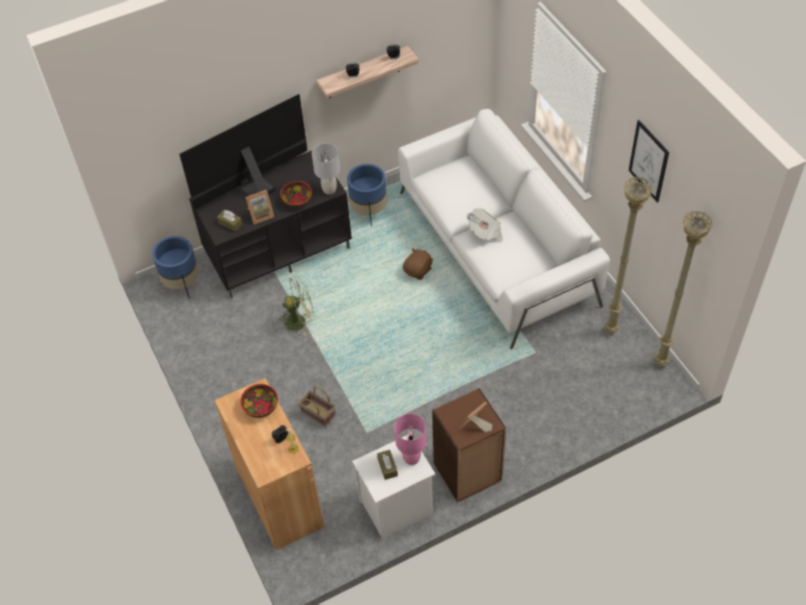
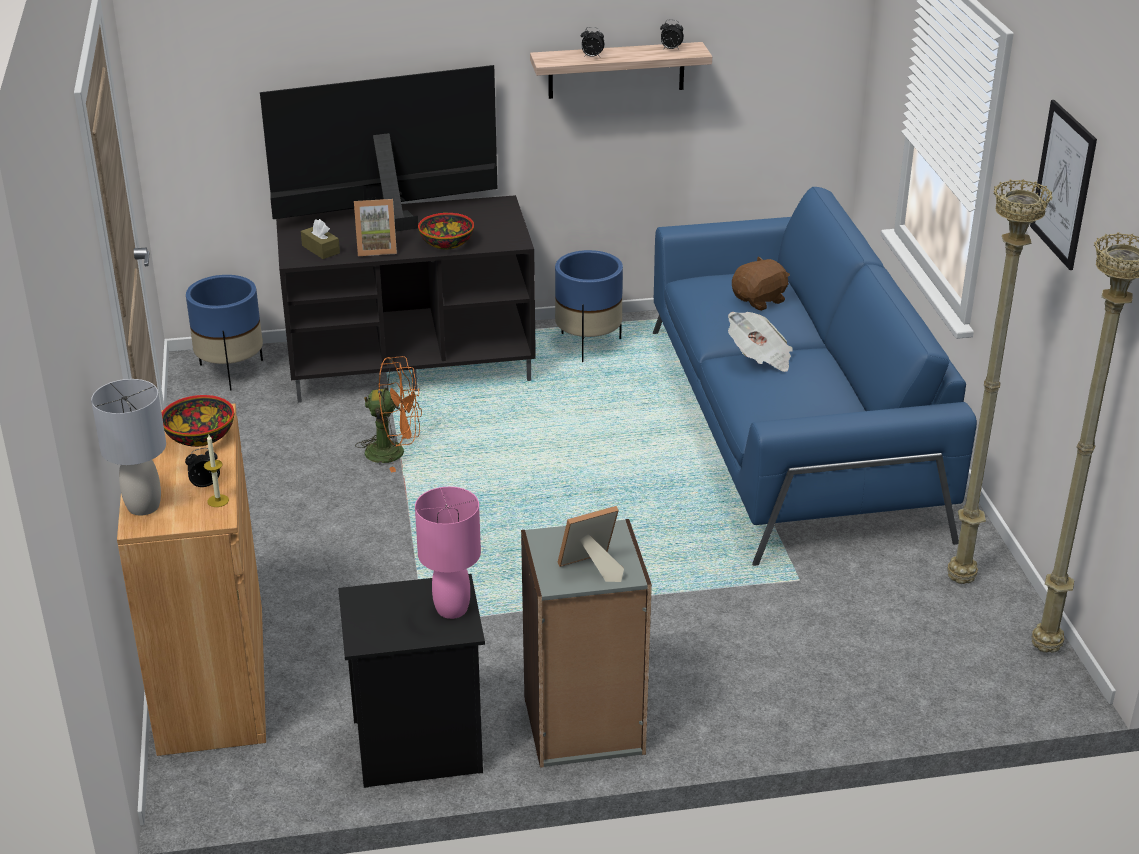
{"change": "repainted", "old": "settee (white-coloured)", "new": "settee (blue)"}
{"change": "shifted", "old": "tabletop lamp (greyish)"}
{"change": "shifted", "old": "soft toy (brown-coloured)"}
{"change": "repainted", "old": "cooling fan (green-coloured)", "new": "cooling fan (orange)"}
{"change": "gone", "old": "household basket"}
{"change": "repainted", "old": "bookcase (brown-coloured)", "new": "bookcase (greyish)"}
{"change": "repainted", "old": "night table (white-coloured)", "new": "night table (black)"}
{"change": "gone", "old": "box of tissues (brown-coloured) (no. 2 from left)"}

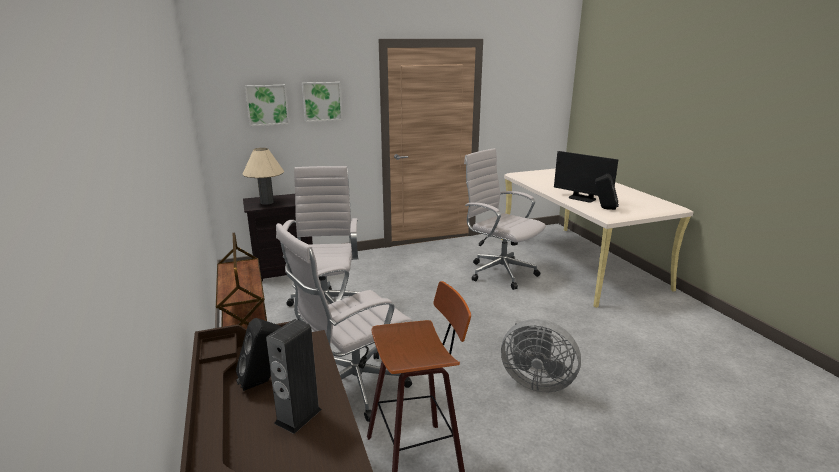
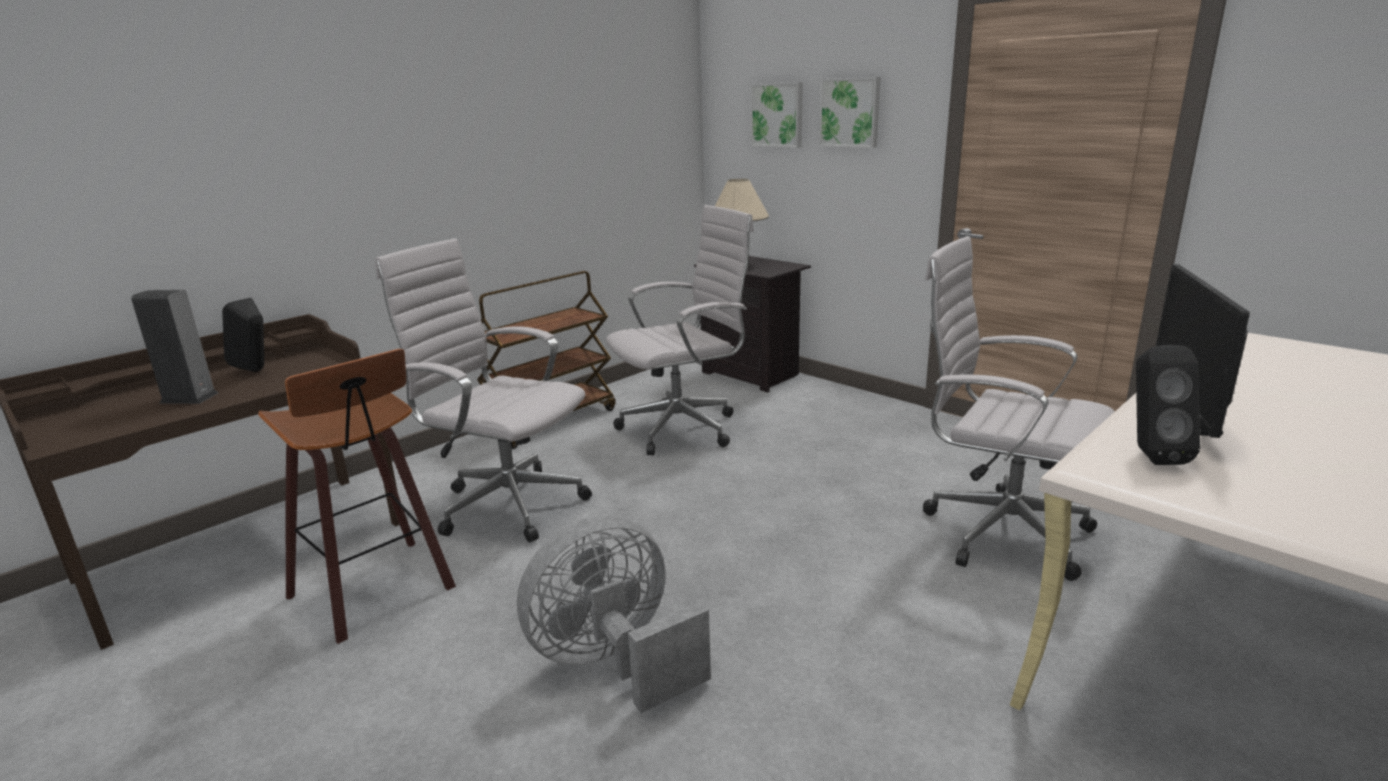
{"change": "rotated", "old": "desk chair (white-coloured) (no. 3 from left)", "degrees": -75}
{"change": "rotated", "old": "cooling fan (greyish)", "degrees": 60}

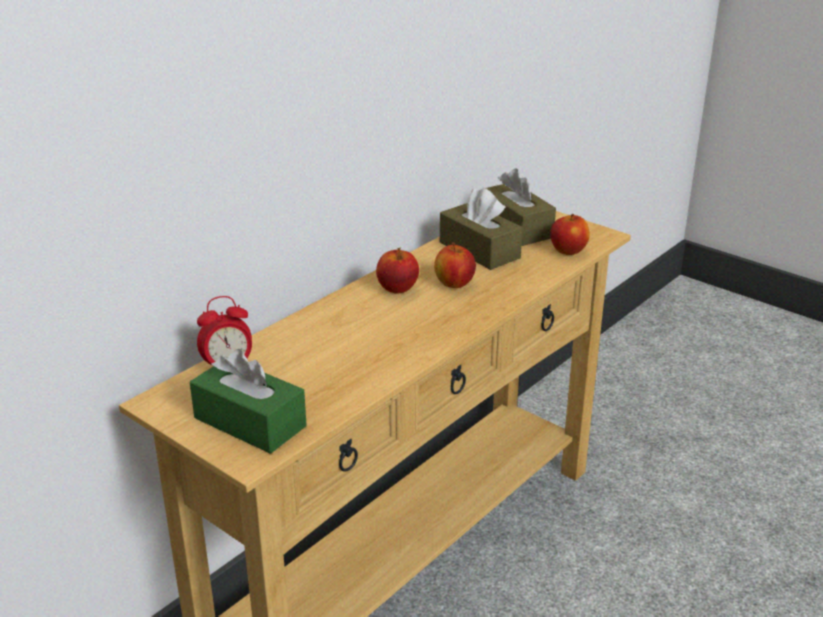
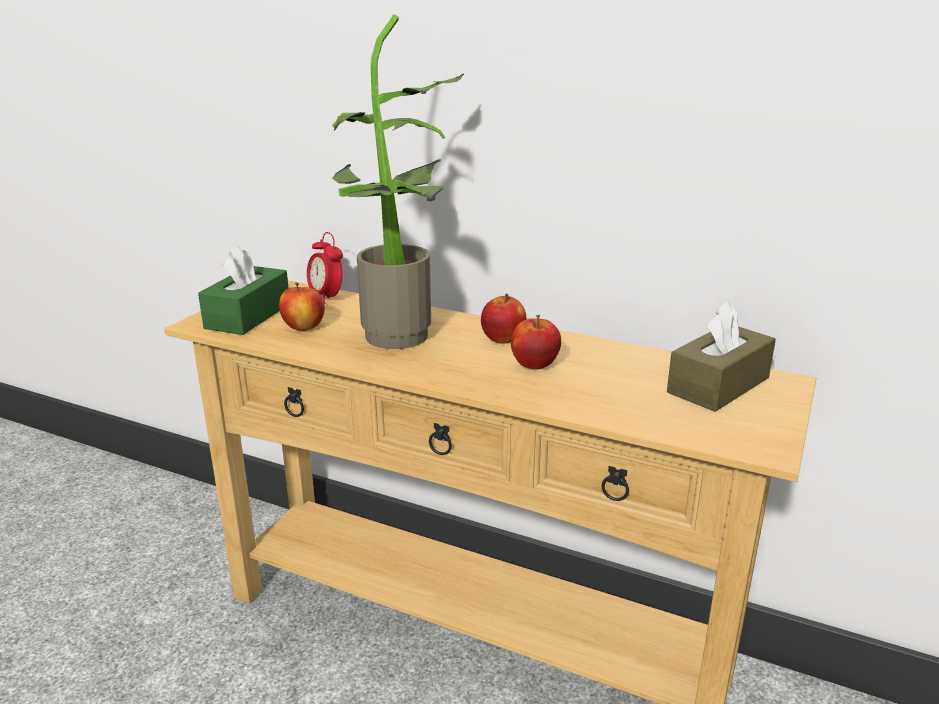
{"change": "gone", "old": "box of tissues (brown-coloured) (no. 1 from left)"}
{"change": "shifted", "old": "apple (no. 3 from left in the first image)", "new": "apple (no. 1 from left)"}
{"change": "new", "new": "potted plant"}

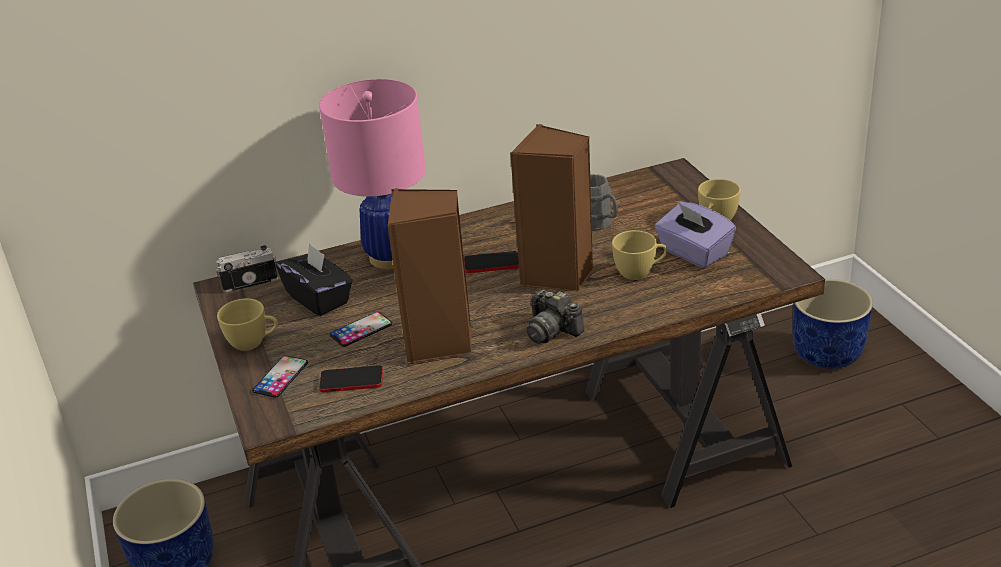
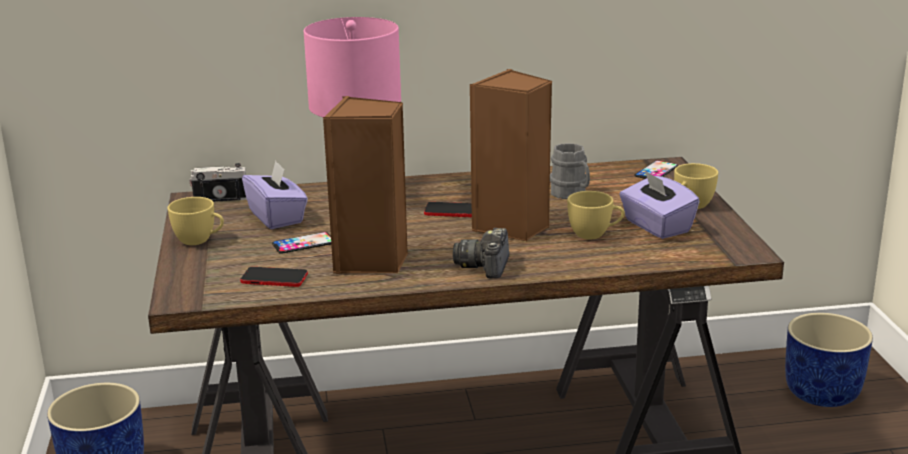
{"change": "repainted", "old": "box of tissues (black)", "new": "box of tissues (purple-coloured) (no. 1 from left)"}
{"change": "rotated", "old": "still camera (no. 2 from left)", "degrees": 45}
{"change": "shifted", "old": "handset (no. 1 from left in the first image)", "new": "handset (no. 4 from left)"}

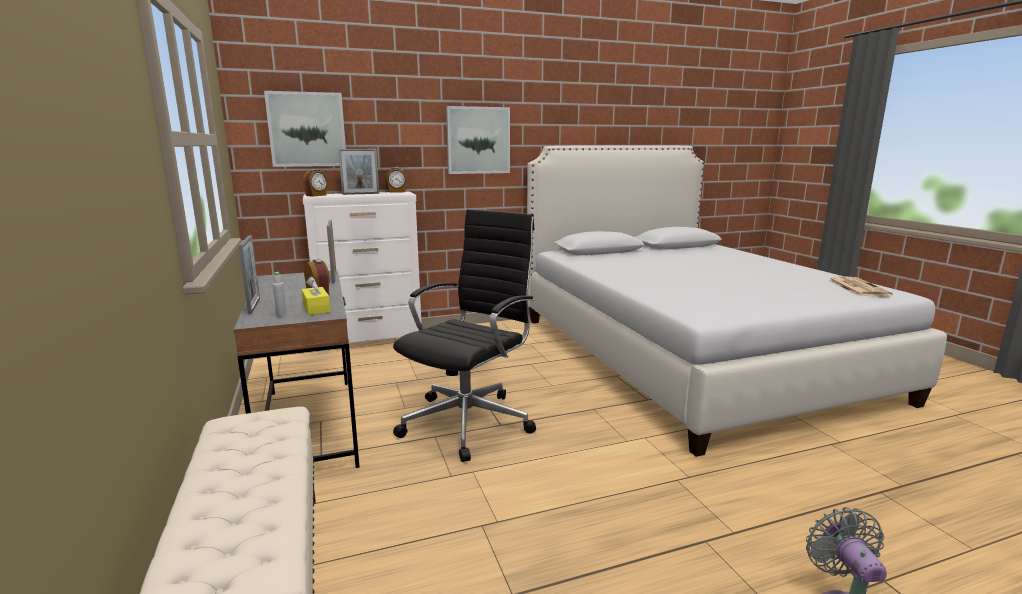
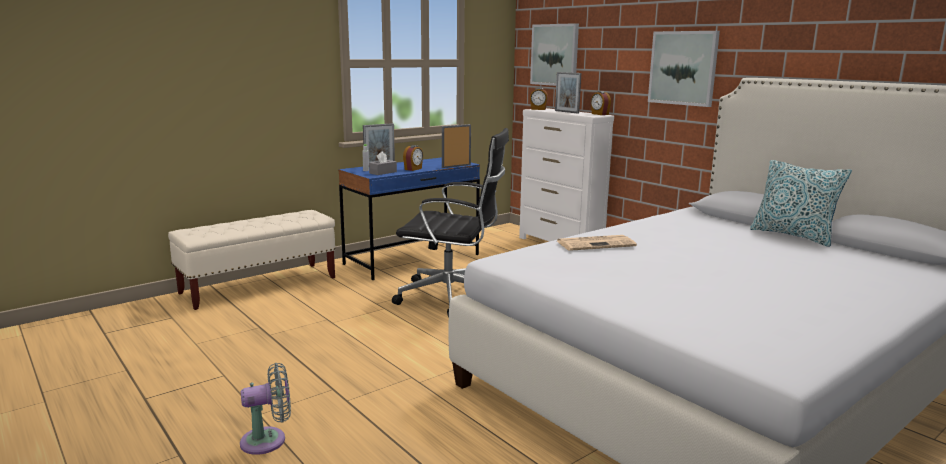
{"change": "repainted", "old": "desk (greyish)", "new": "desk (blue)"}
{"change": "repainted", "old": "box of tissues (yellowish)", "new": "box of tissues (greyish)"}
{"change": "shifted", "old": "daily paper"}
{"change": "new", "new": "cushion"}

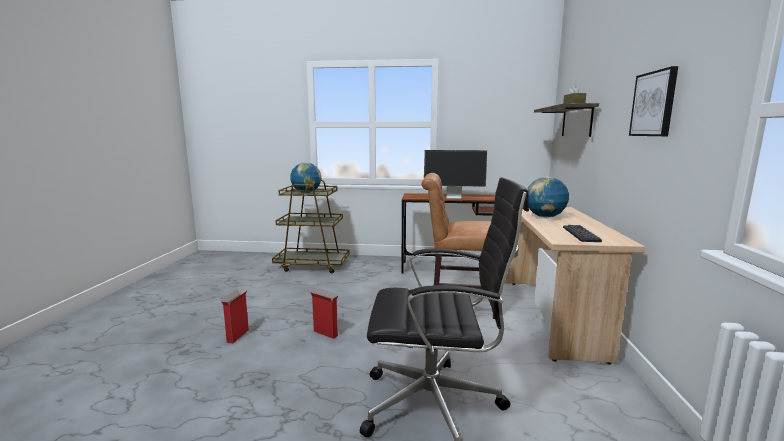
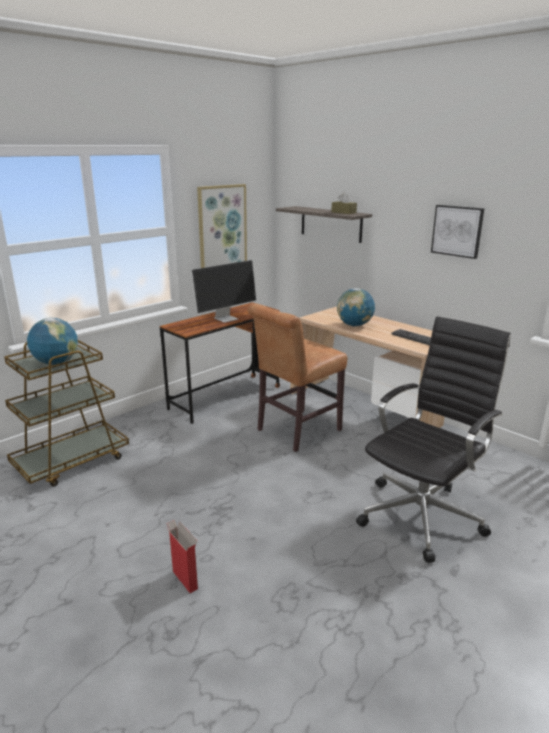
{"change": "gone", "old": "packing box (no. 2 from left)"}
{"change": "new", "new": "wall picture (no. 1 from left)"}

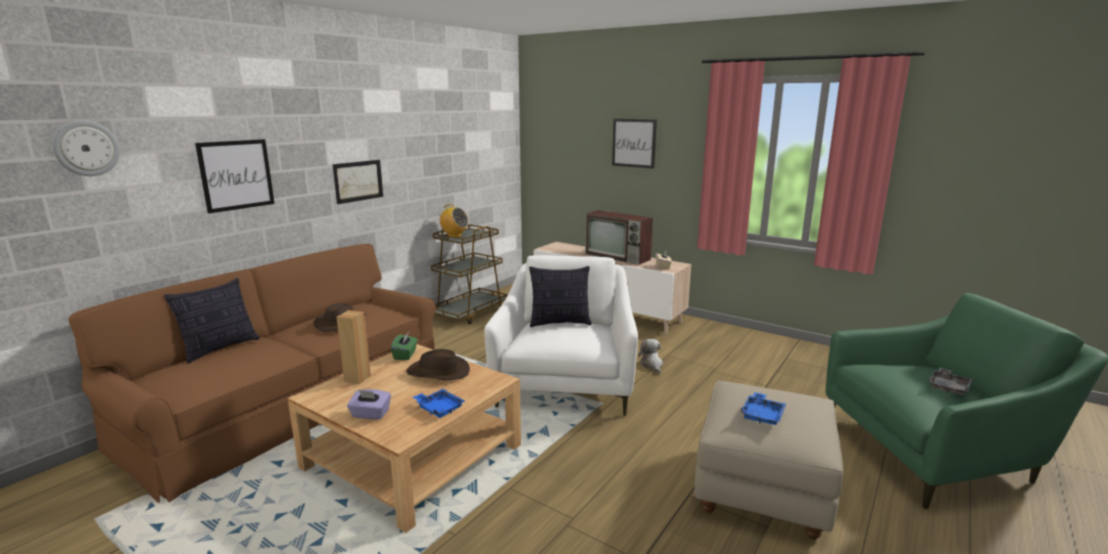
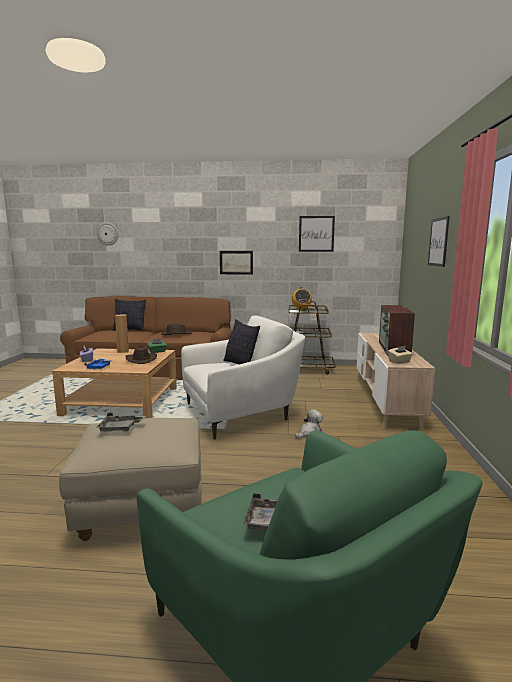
{"change": "shifted", "old": "wall picture (no. 1 from left in the first image)", "new": "wall picture (no. 2 from left)"}
{"change": "repainted", "old": "carrying tray (blue) (no. 2 from left)", "new": "carrying tray (greyish) (no. 1 from left)"}

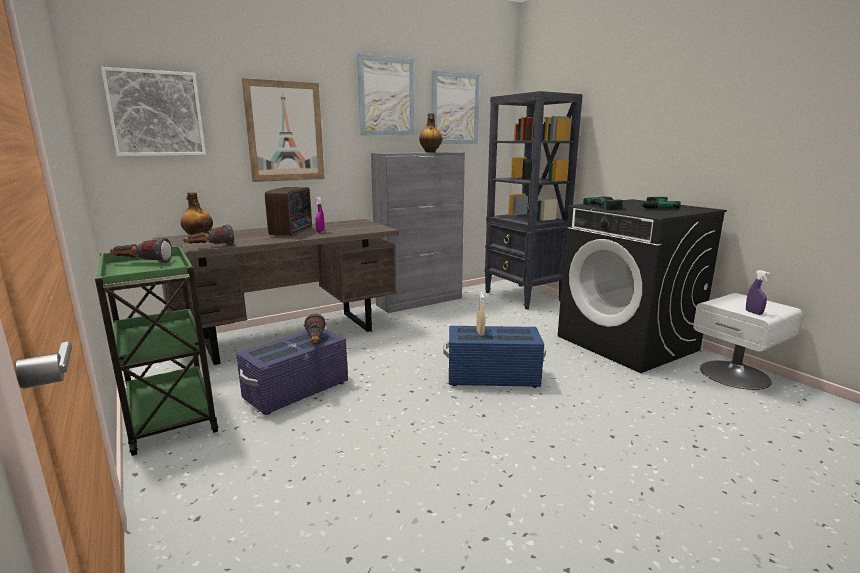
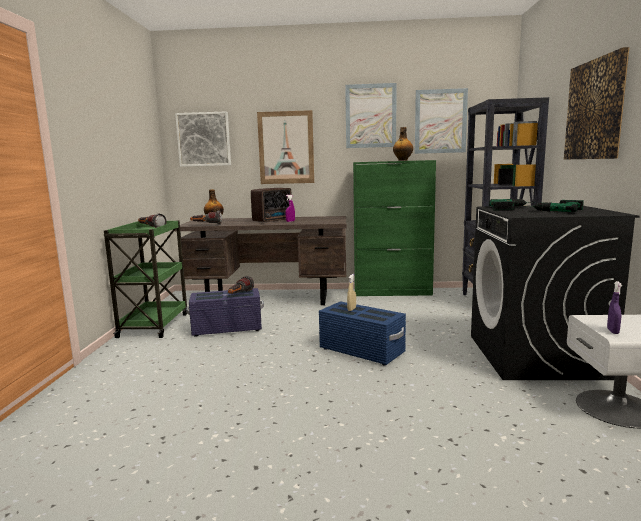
{"change": "repainted", "old": "cabinet (greyish)", "new": "cabinet (green-coloured)"}
{"change": "new", "new": "wall picture (no. 5 from left)"}

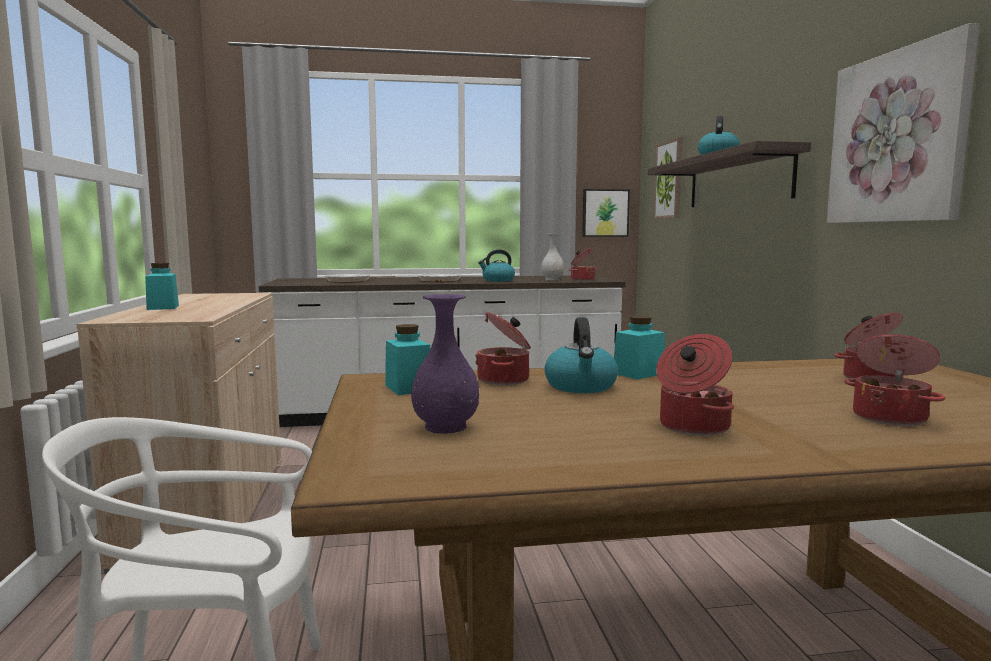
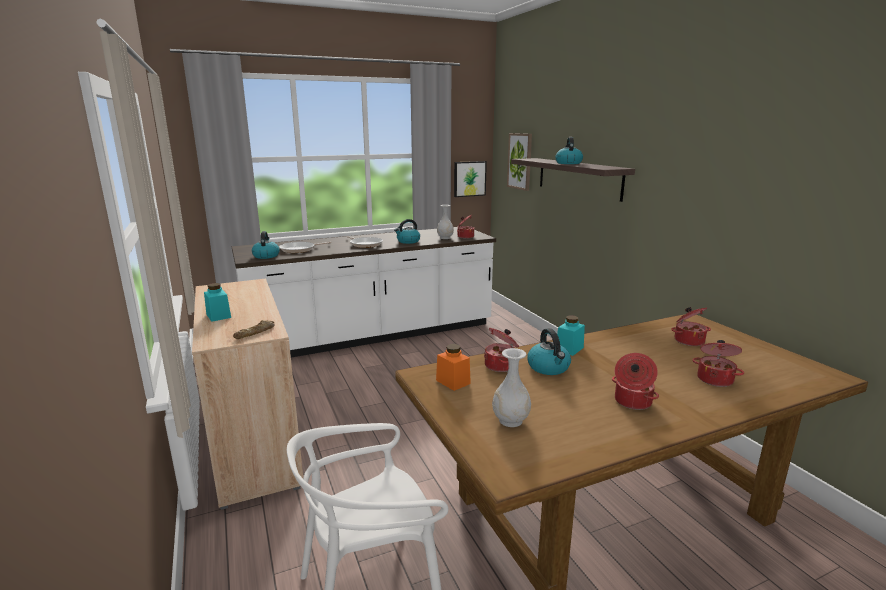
{"change": "gone", "old": "wall picture (no. 3 from left)"}
{"change": "repainted", "old": "flower vase (purple-coloured)", "new": "flower vase (white-coloured) (no. 2 from left)"}
{"change": "repainted", "old": "jar (blue-green) (no. 2 from left)", "new": "jar (orange)"}
{"change": "new", "new": "kettle (no. 1 from left)"}
{"change": "new", "new": "bakery bread"}

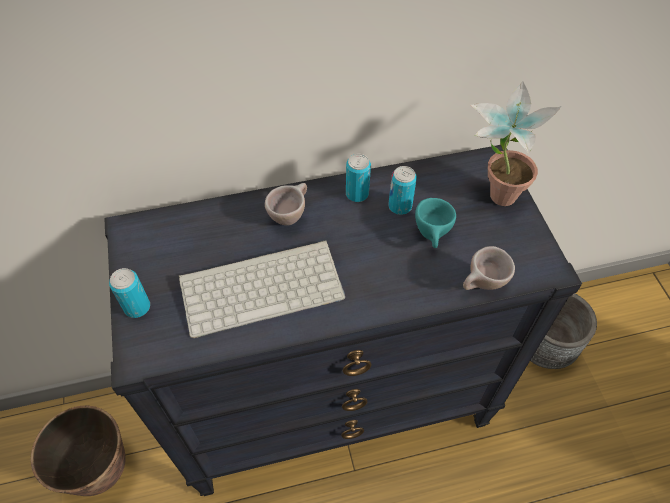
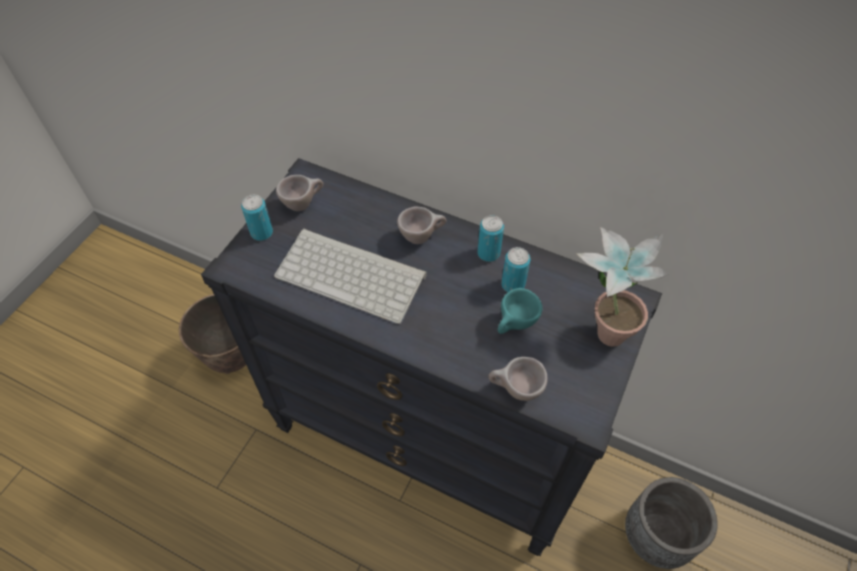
{"change": "new", "new": "cup (beige-coloured) (no. 1 from left)"}

